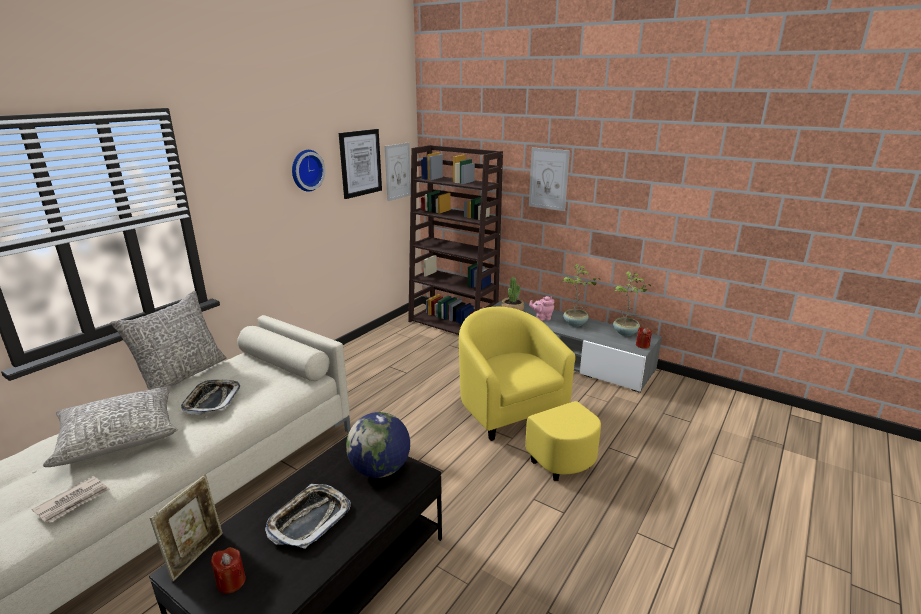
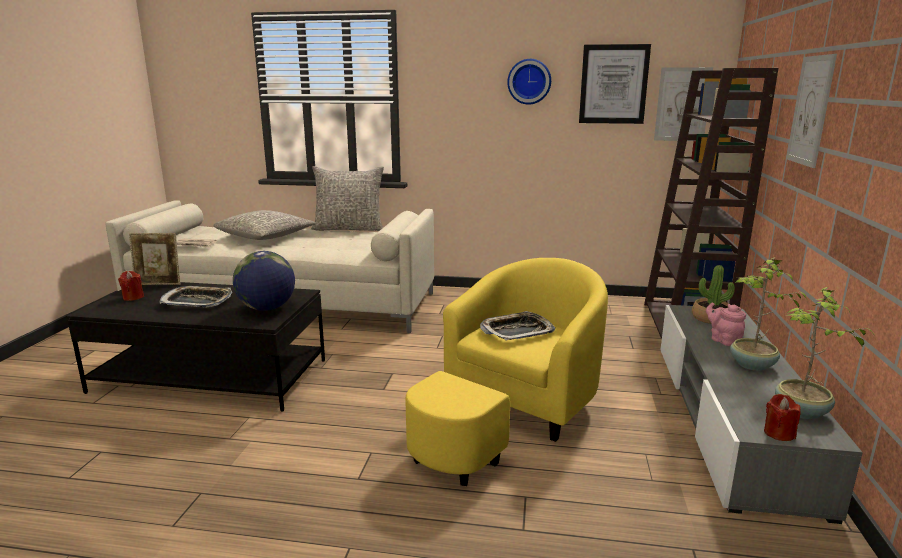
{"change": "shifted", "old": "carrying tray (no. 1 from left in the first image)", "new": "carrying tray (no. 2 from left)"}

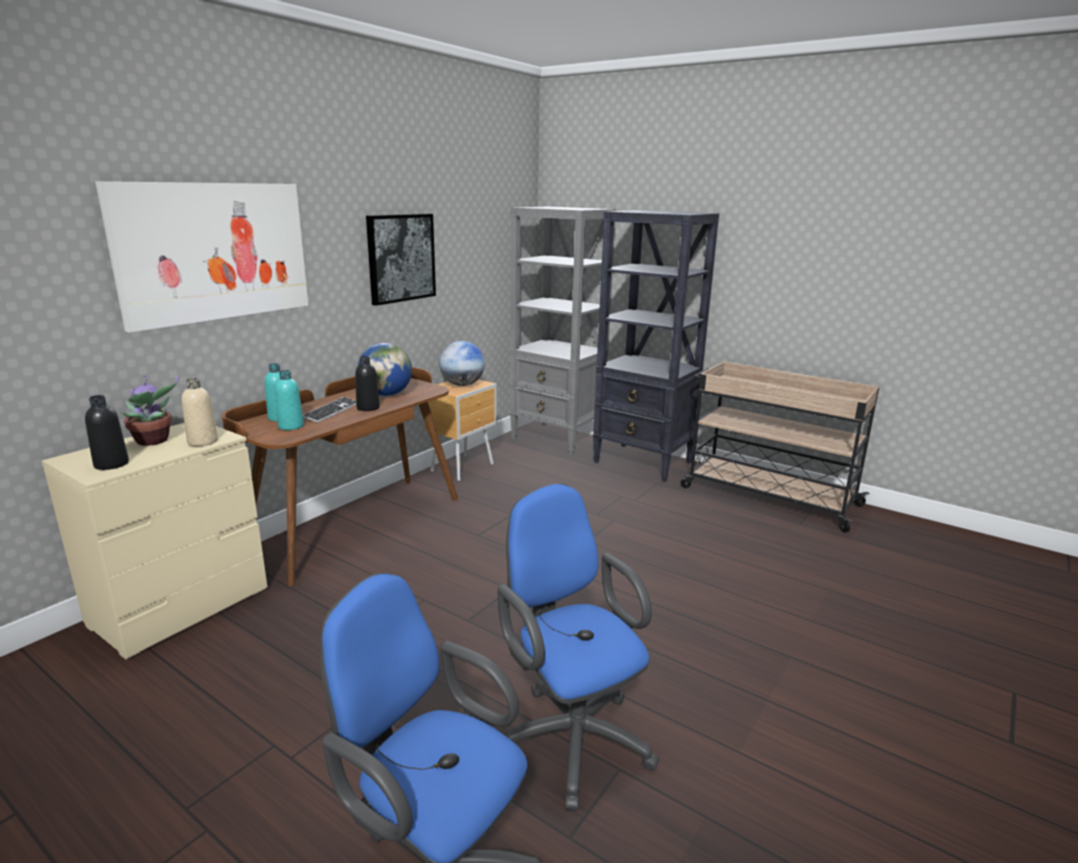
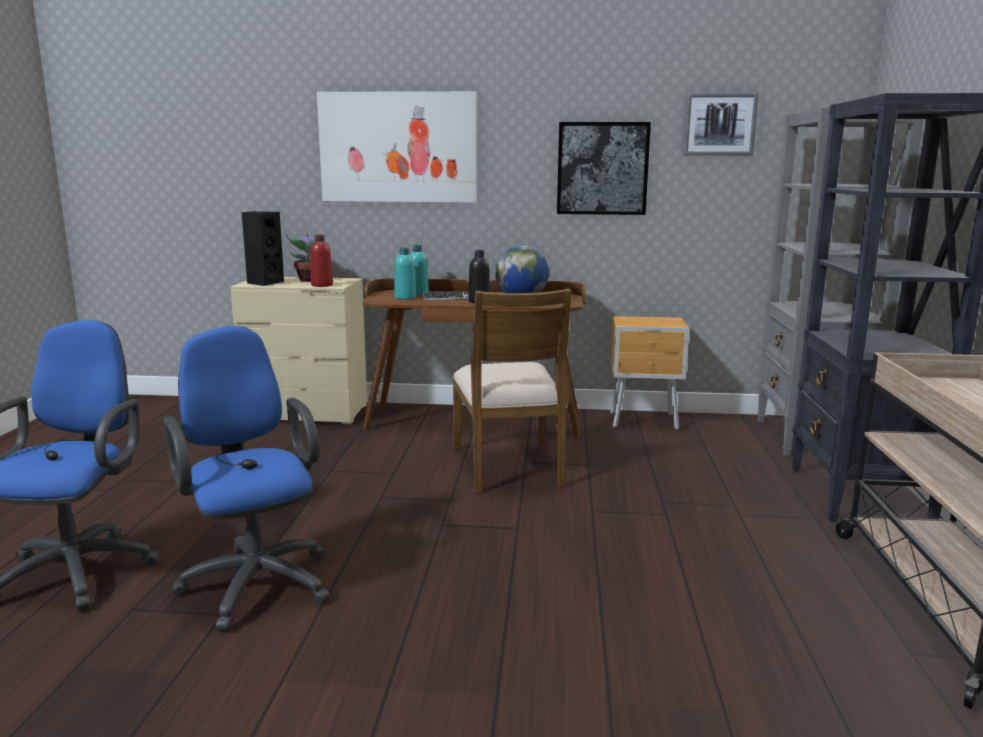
{"change": "gone", "old": "desk globe (no. 2 from left)"}
{"change": "repainted", "old": "drink bottle (beige-coloured)", "new": "drink bottle (red)"}
{"change": "swapped", "old": "drink bottle (black) (no. 1 from left)", "new": "loudspeaker (black)"}
{"change": "rotated", "old": "desk chair (blue) (no. 2 from left)", "degrees": -60}
{"change": "new", "new": "wall picture (no. 3 from left)"}
{"change": "new", "new": "upright chair (brown-coloured)"}

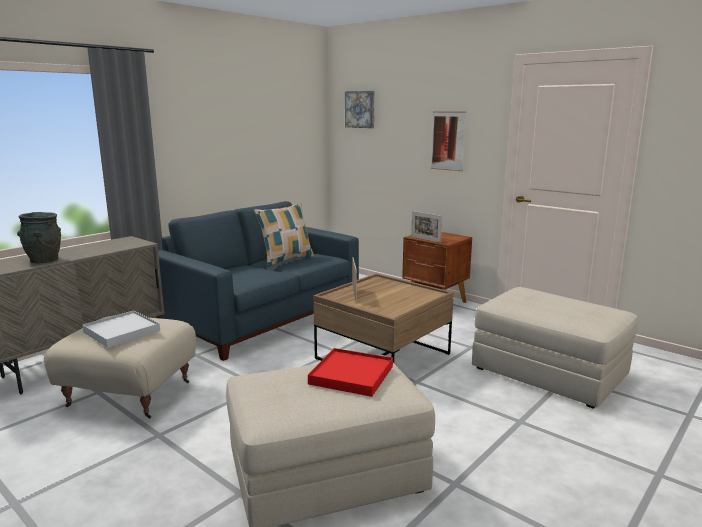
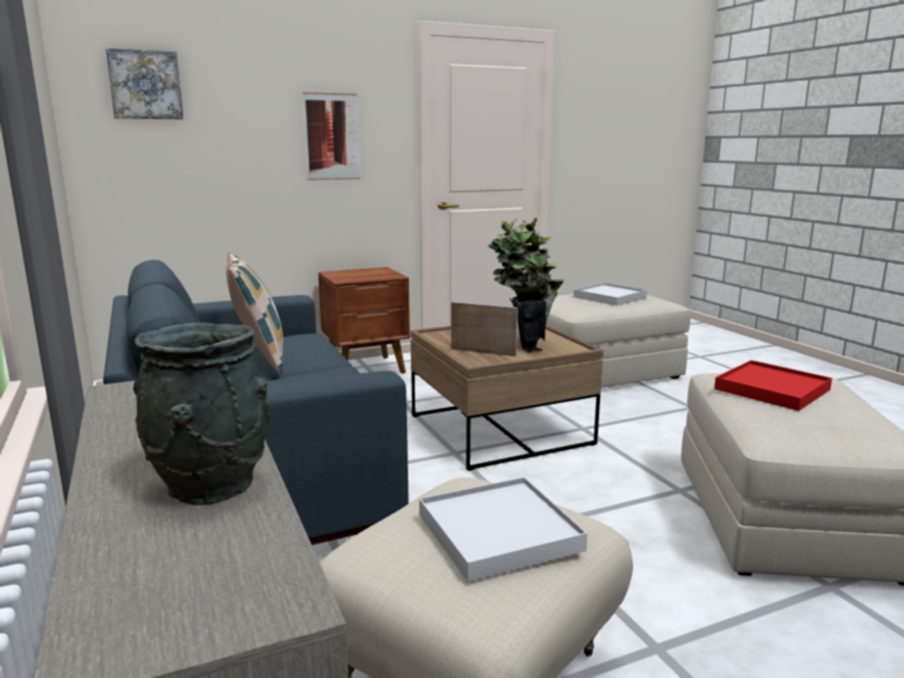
{"change": "gone", "old": "picture frame (no. 2 from left)"}
{"change": "new", "new": "potted plant"}
{"change": "new", "new": "carrying tray (white-coloured) (no. 2 from left)"}

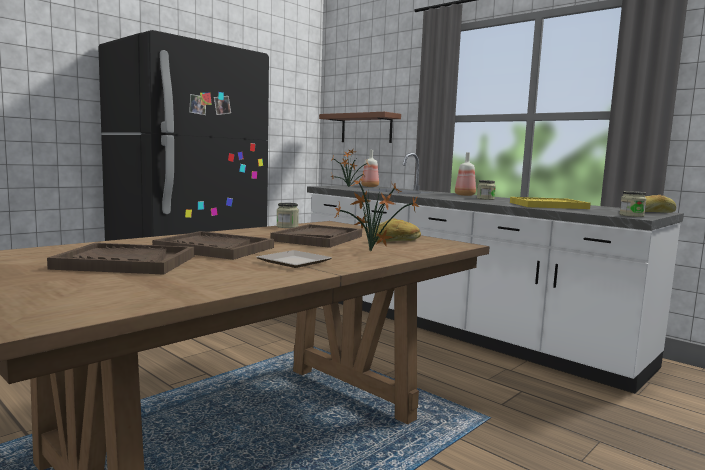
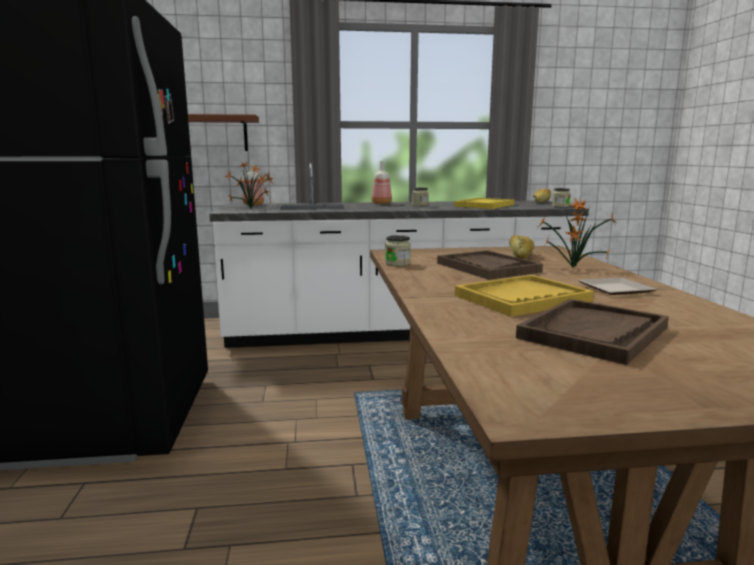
{"change": "repainted", "old": "carrying tray (brown-coloured) (no. 2 from left)", "new": "carrying tray (yellowish) (no. 2 from left)"}

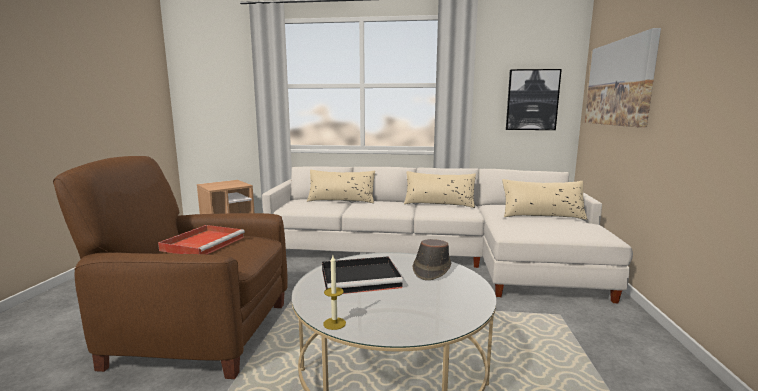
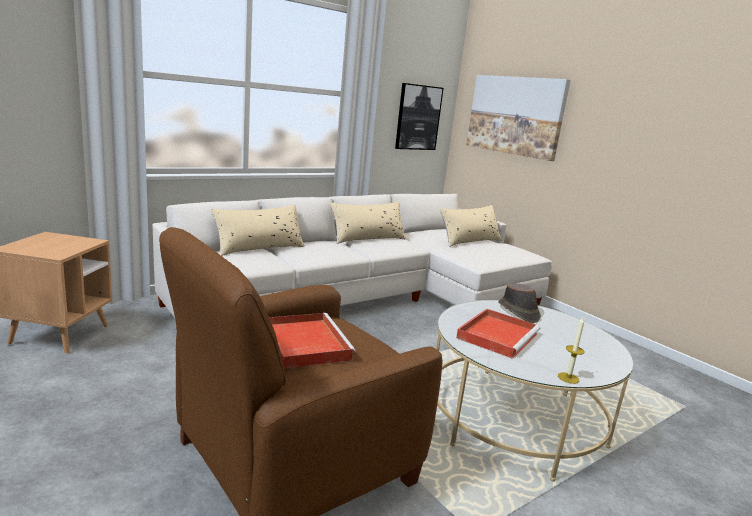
{"change": "repainted", "old": "carrying tray (black)", "new": "carrying tray (red) (no. 2 from left)"}

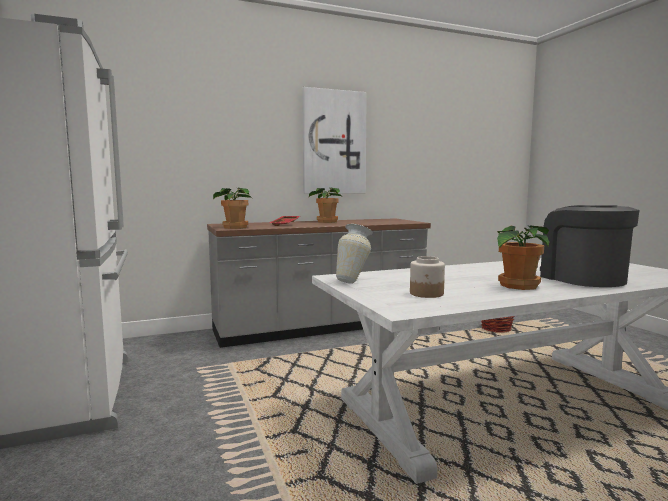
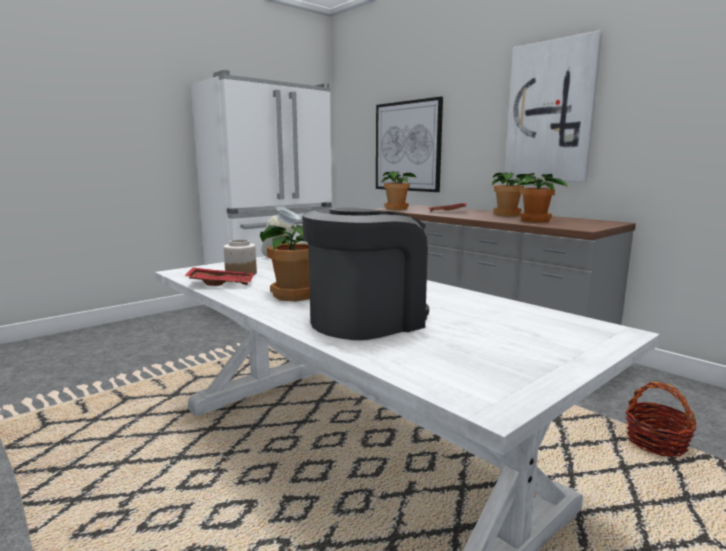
{"change": "new", "new": "wall picture (no. 1 from left)"}
{"change": "new", "new": "potted plant (no. 4 from left)"}
{"change": "new", "new": "carrying tray (red) (no. 1 from left)"}

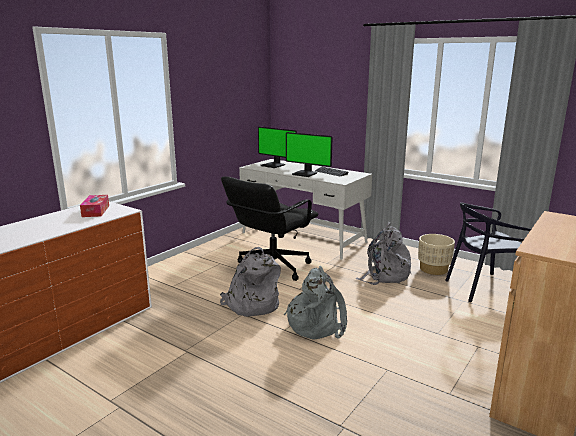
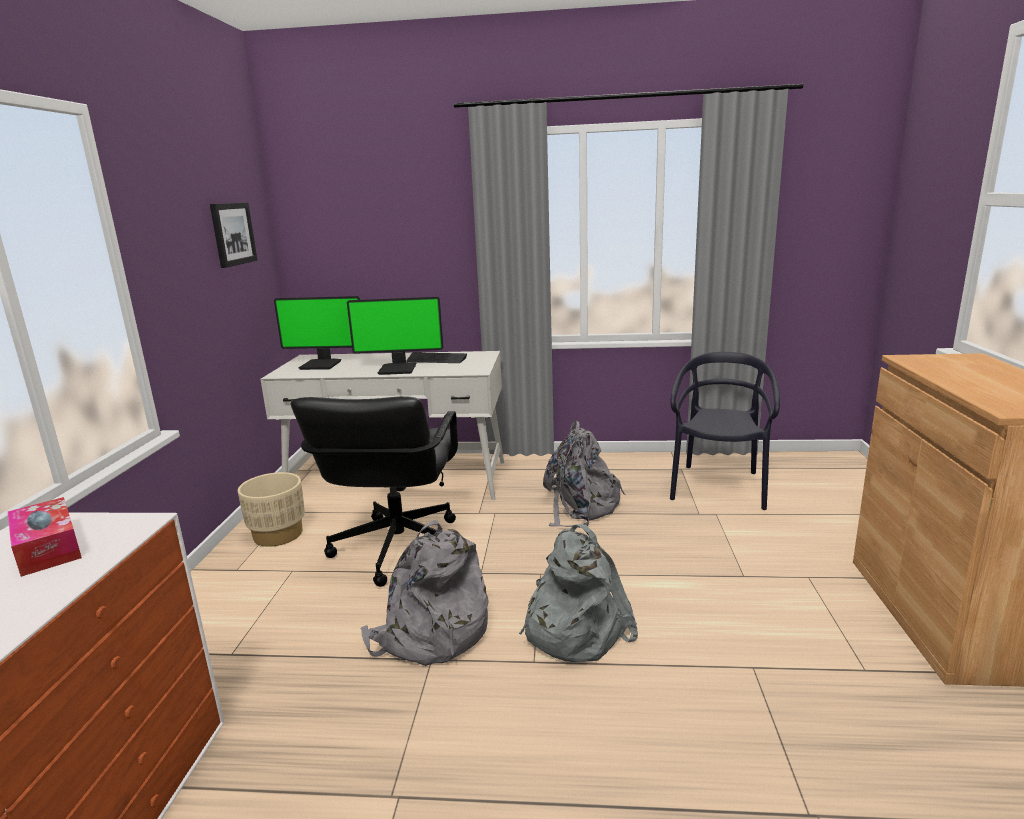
{"change": "rotated", "old": "upright chair (black)", "degrees": 150}
{"change": "shifted", "old": "plant pot (beige-coloured)"}
{"change": "new", "new": "wall picture"}

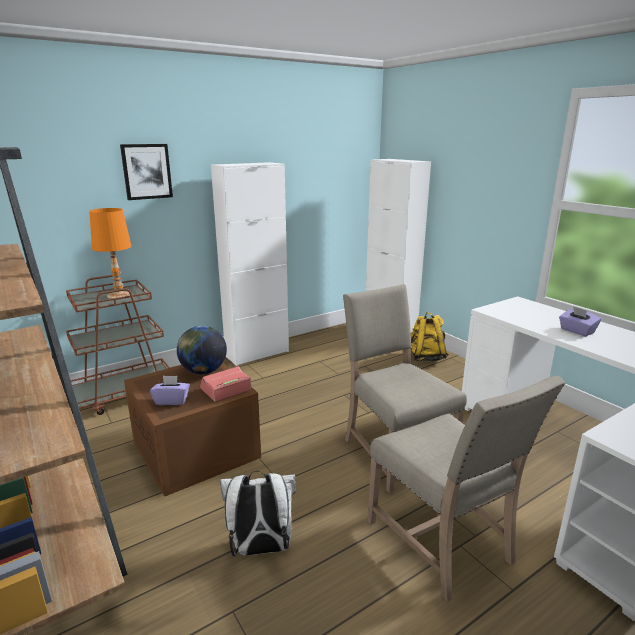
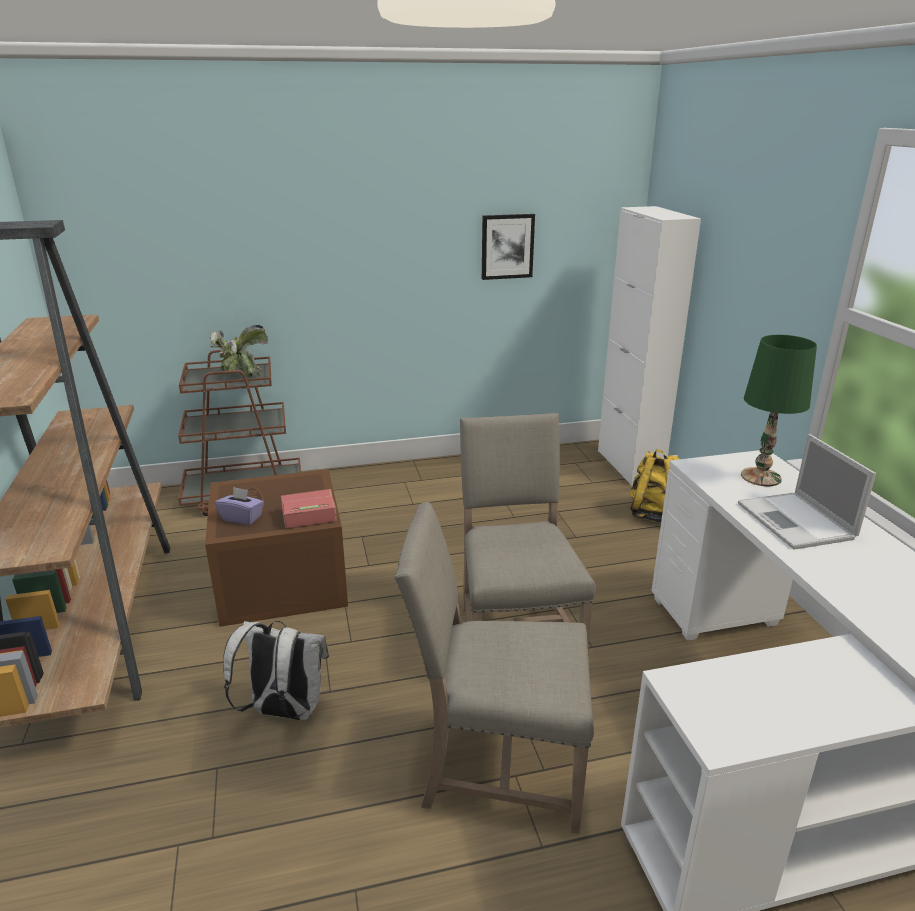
{"change": "shifted", "old": "wall picture"}
{"change": "gone", "old": "cabinet (white-coloured) (no. 1 from left)"}
{"change": "swapped", "old": "tabletop lamp (orange)", "new": "potted plant"}
{"change": "swapped", "old": "box of tissues (purple-coloured) (no. 2 from left)", "new": "notebook computer"}
{"change": "gone", "old": "desk globe"}
{"change": "rotated", "old": "upright chair (beige-coloured) (no. 2 from left in the first image)", "degrees": 105}
{"change": "new", "new": "tabletop lamp (green-coloured)"}

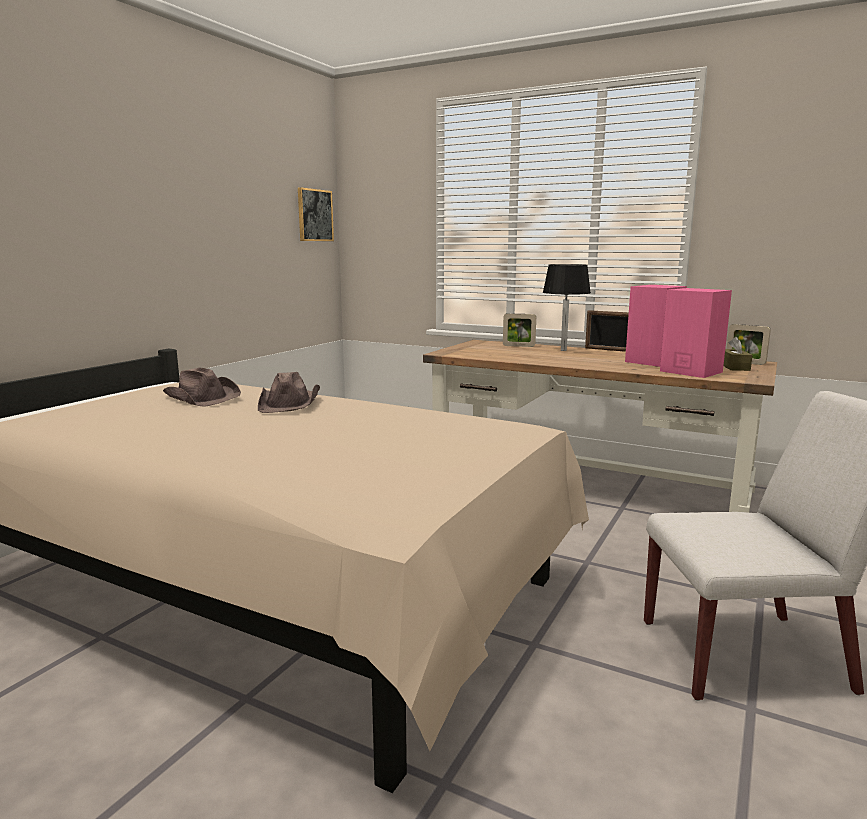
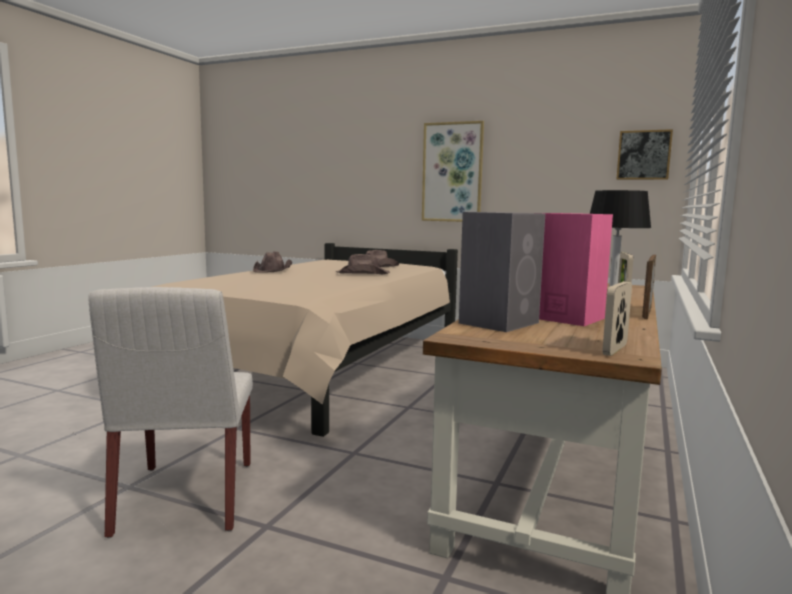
{"change": "repainted", "old": "loudspeaker (pinkish) (no. 2 from left)", "new": "loudspeaker (greyish)"}
{"change": "gone", "old": "box of tissues (brown-coloured)"}
{"change": "new", "new": "wall picture (no. 1 from left)"}
{"change": "new", "new": "wearable hat (brown-coloured) (no. 1 from left)"}

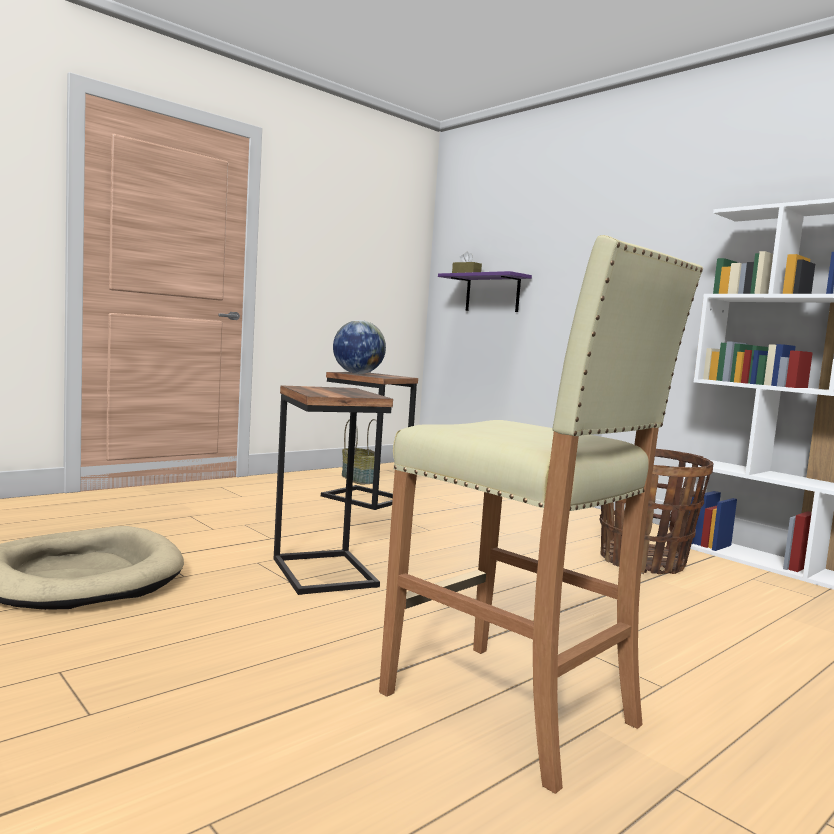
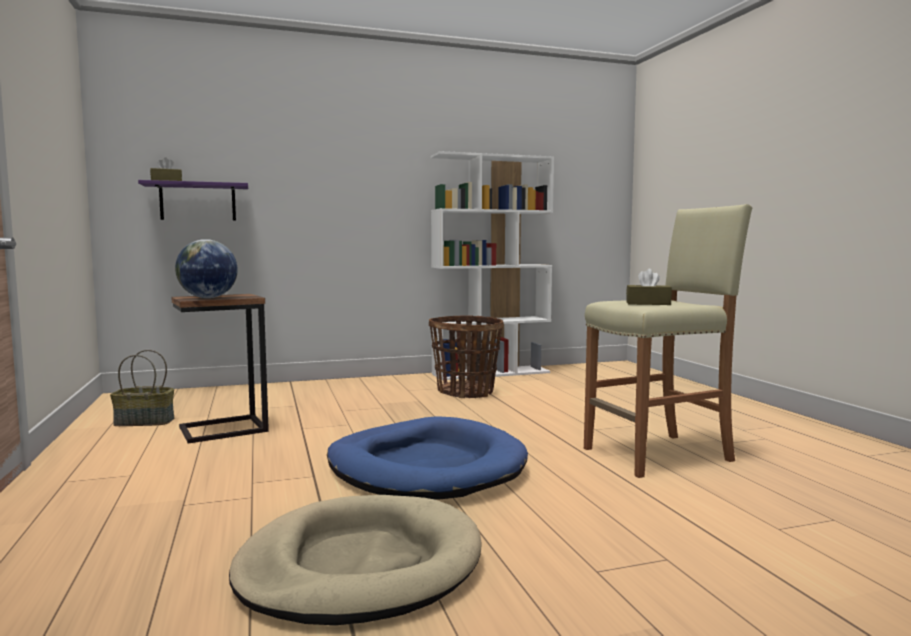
{"change": "swapped", "old": "accent table (no. 1 from left)", "new": "dog cushion (blue)"}
{"change": "new", "new": "box of tissues (brown-coloured) (no. 2 from left)"}

